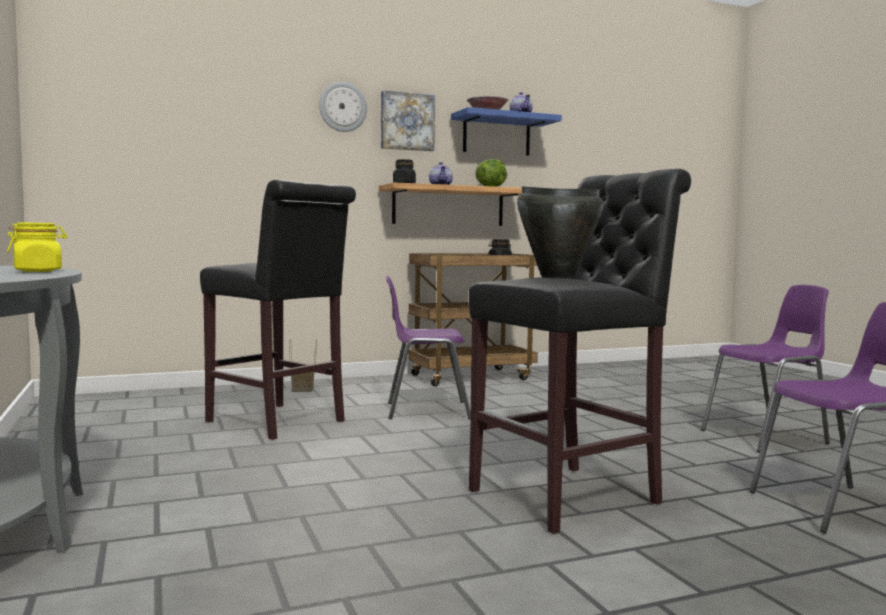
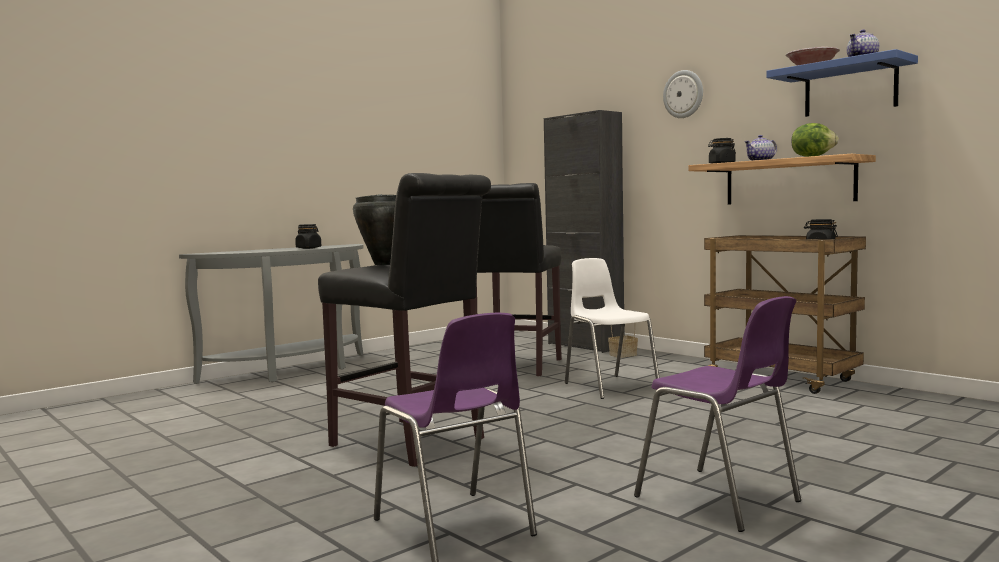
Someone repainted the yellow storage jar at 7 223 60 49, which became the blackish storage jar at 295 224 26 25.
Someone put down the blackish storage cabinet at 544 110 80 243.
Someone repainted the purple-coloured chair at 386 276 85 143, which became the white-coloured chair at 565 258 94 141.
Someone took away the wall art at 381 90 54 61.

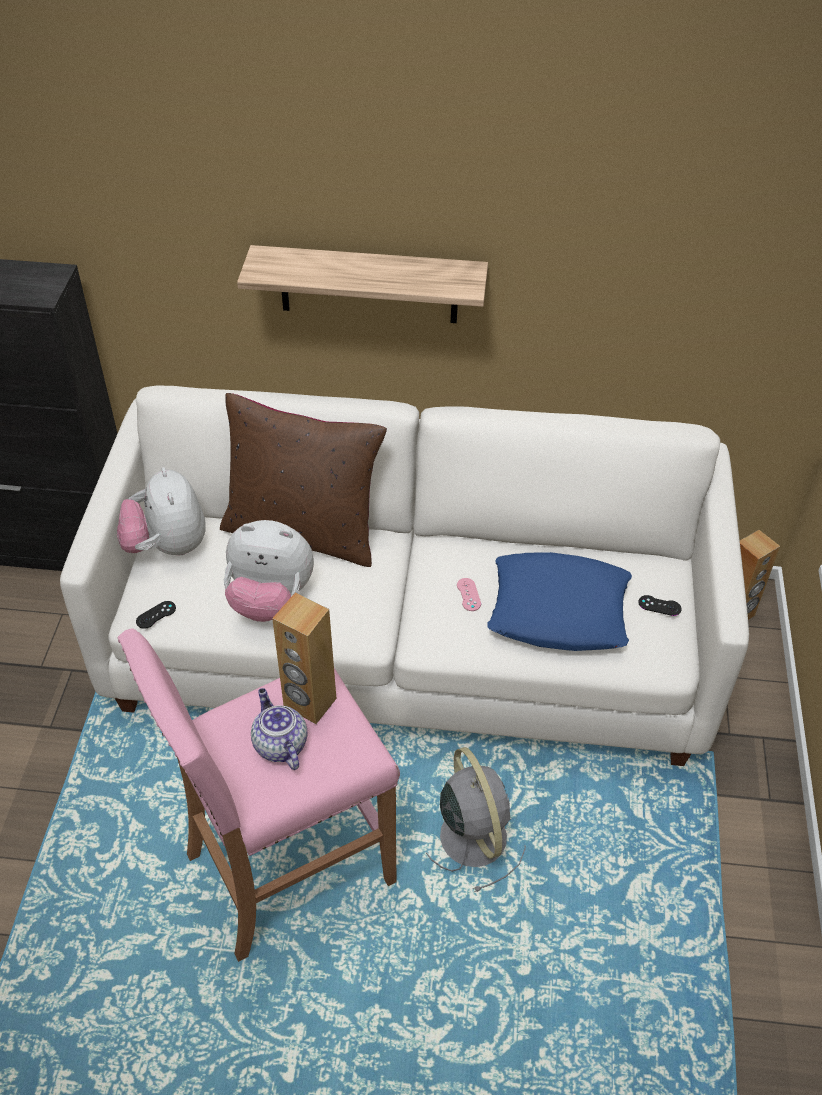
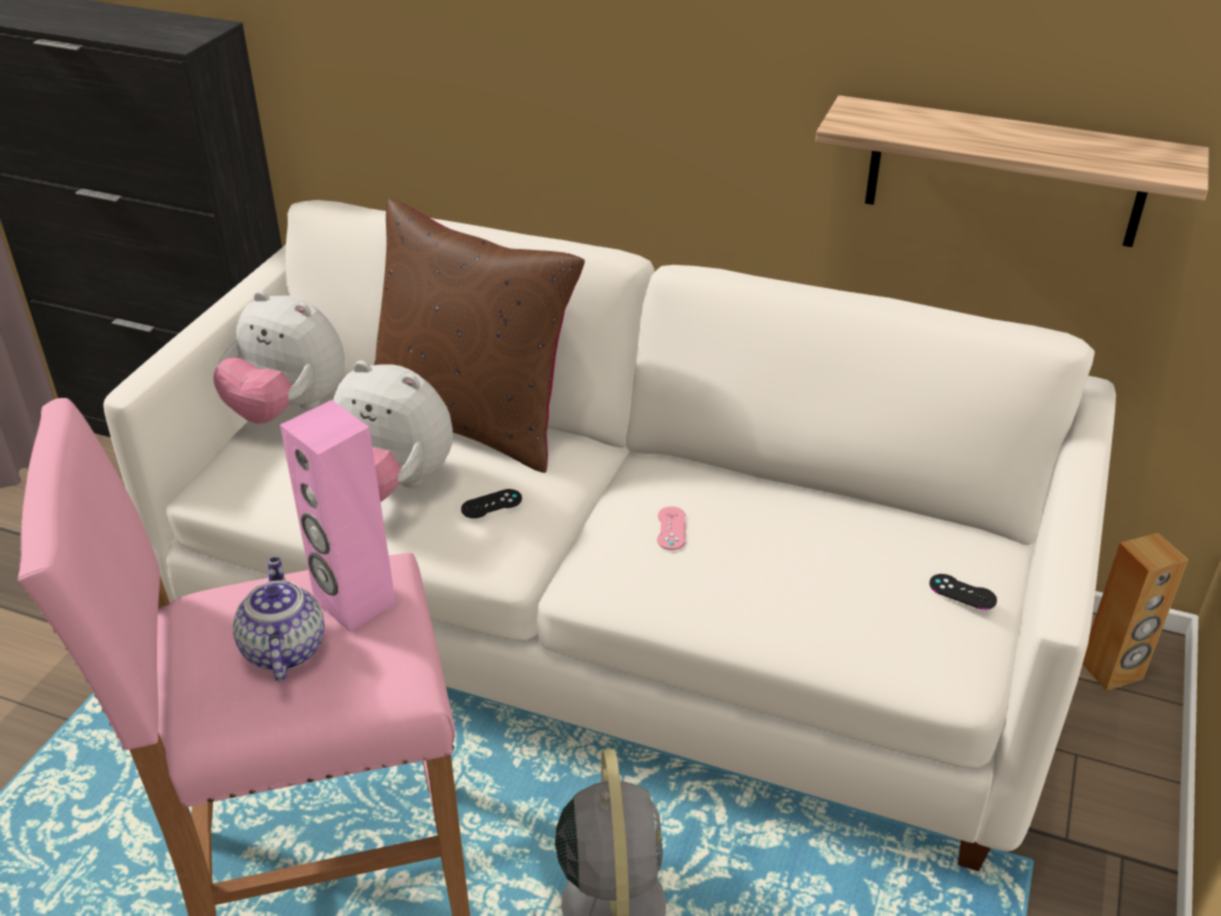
Someone rotated the cuddly toy at 117 467 89 88 by 60 degrees counterclockwise.
Someone repainted the brownish loudspeaker at 272 593 64 131, which became the pink loudspeaker at 280 400 116 232.
Someone carried the blackish gamepad from 136 601 40 28 to 461 489 61 29.
Someone carried the bracket shelf from 237 245 251 78 to 816 95 393 152.
Someone took away the bluish cushion at 487 552 145 99.

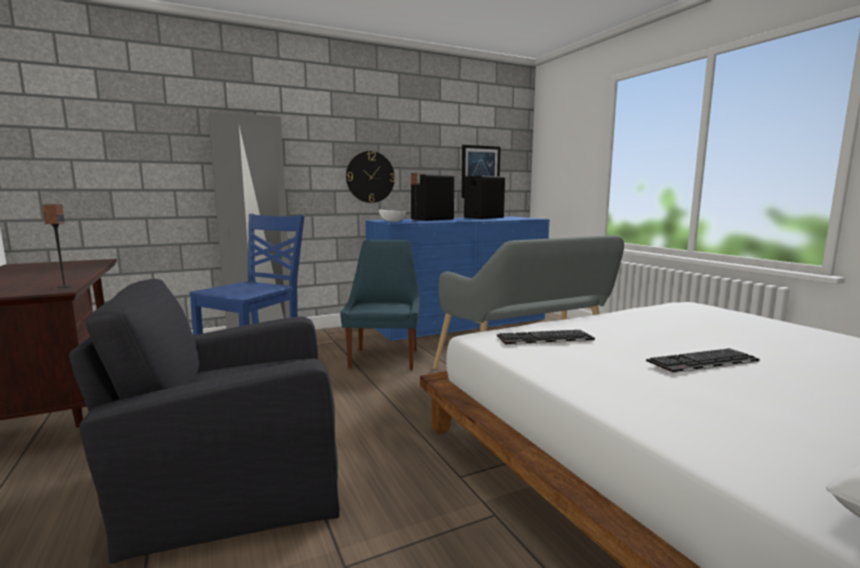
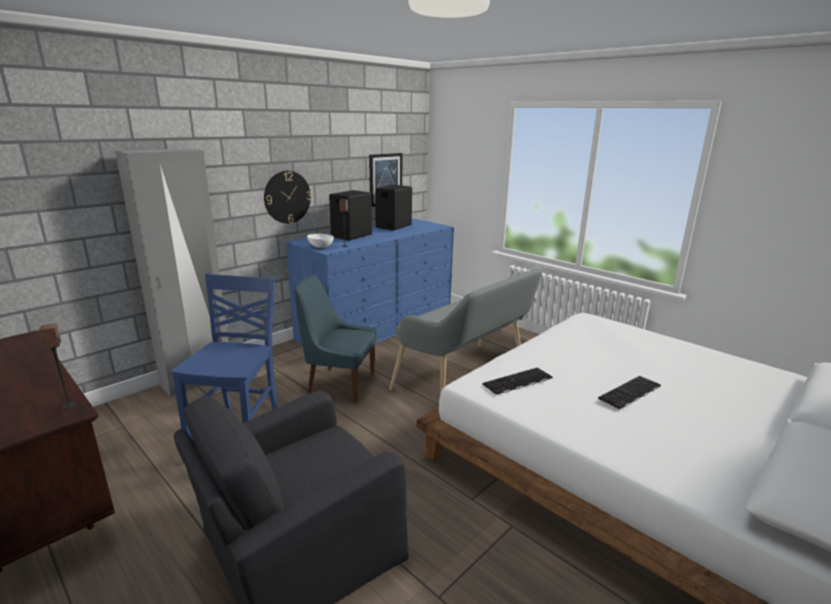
Someone rotated the bluish chair at 340 240 80 130 by 60 degrees counterclockwise.

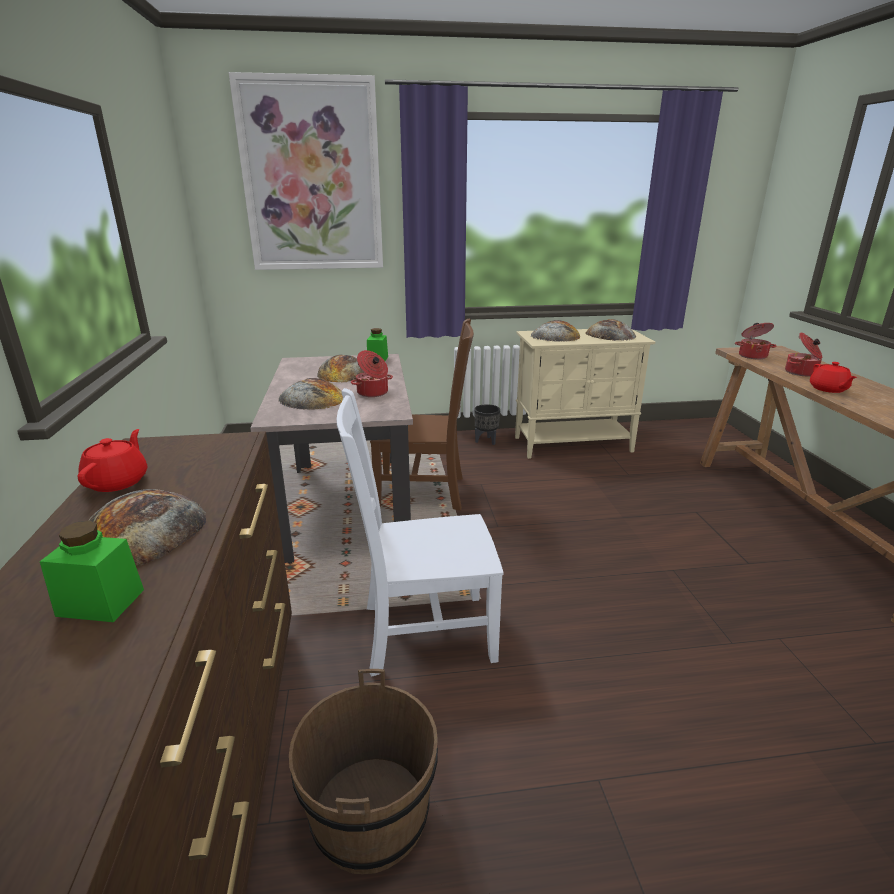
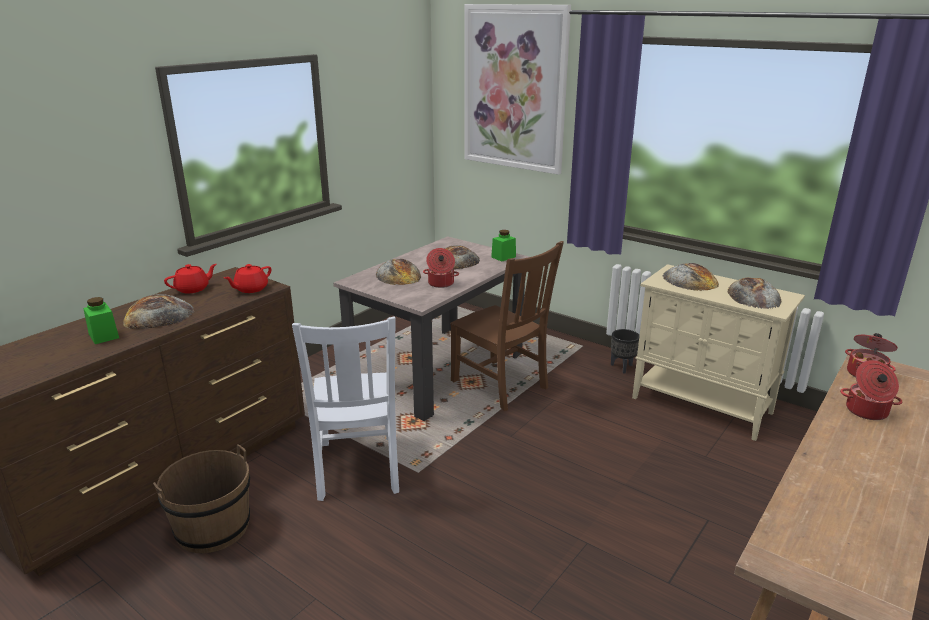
Someone carried the red teapot from 810 362 47 31 to 224 264 47 29.
Someone rotated the white-coloured chair at 336 388 167 289 by 135 degrees counterclockwise.

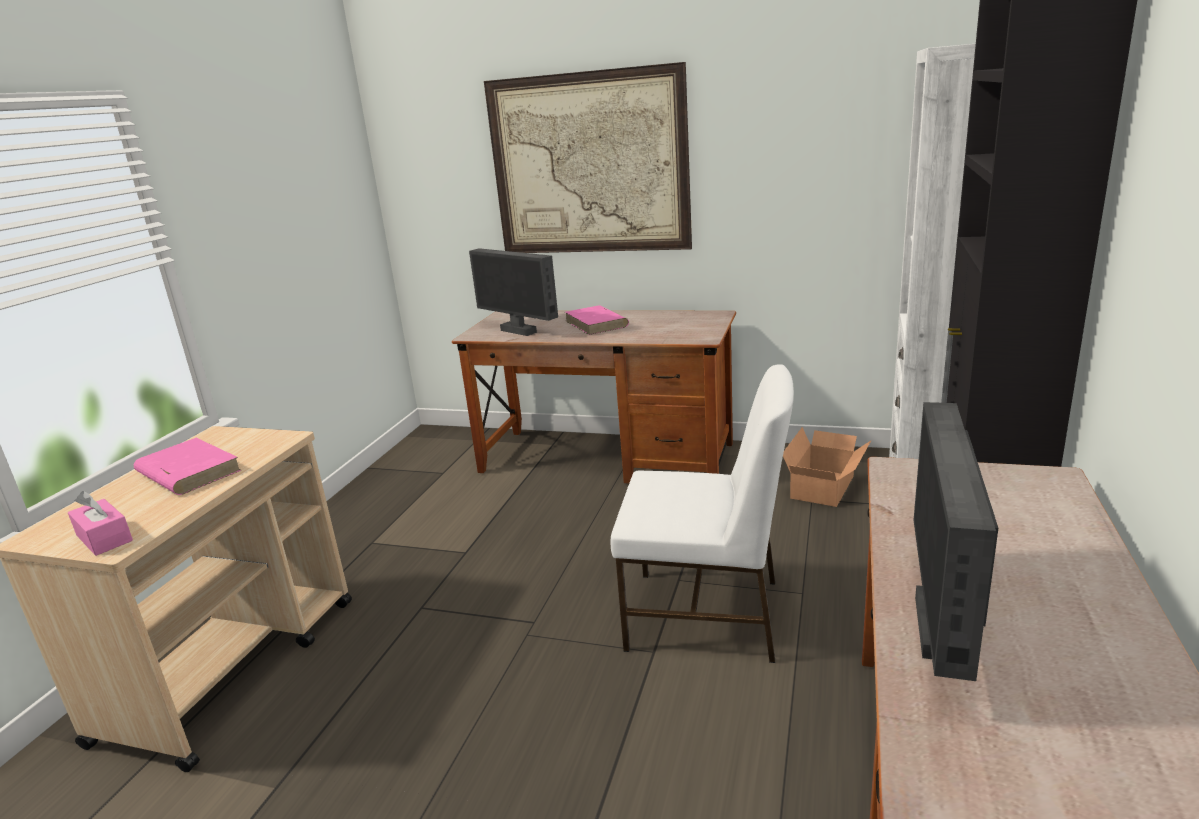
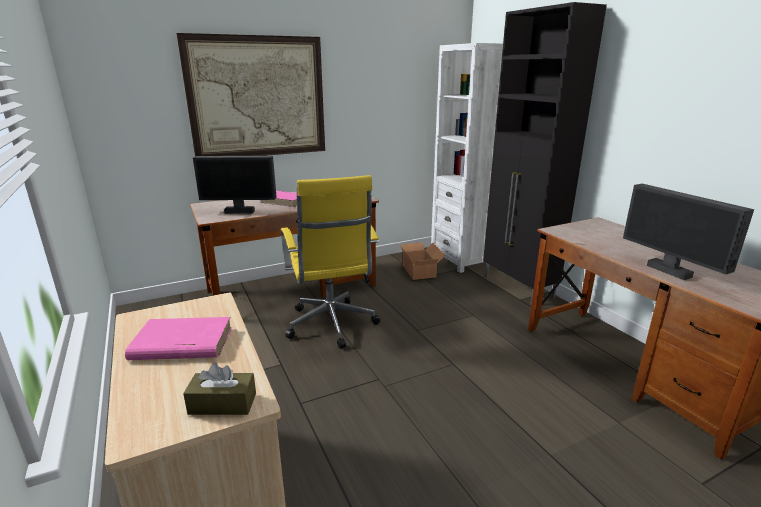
Someone repainted the pink tissue box at 68 491 65 65, which became the brownish tissue box at 183 363 73 52.
Someone put down the yellow computer chair at 281 175 99 174.
Someone took away the white-coloured chair at 611 364 183 299.

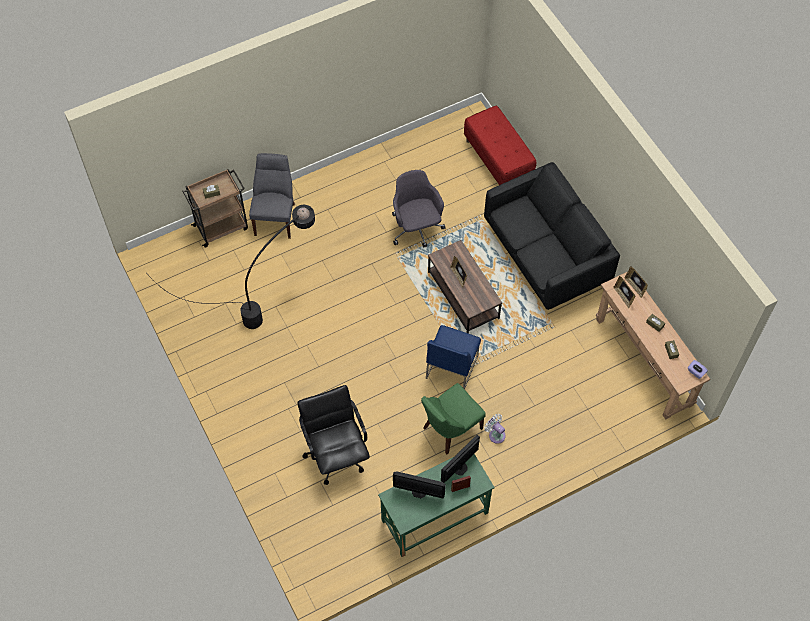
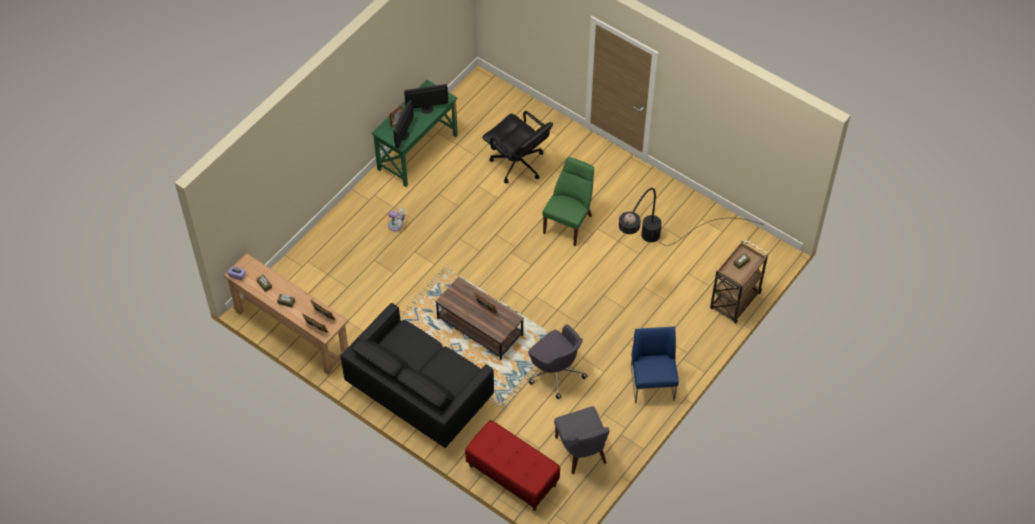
Someone carried the greenish chair from 421 383 65 71 to 542 157 52 89.
Someone carried the greyish chair from 249 153 46 86 to 554 406 55 68.
Someone carried the bluish chair from 426 325 55 64 to 631 327 48 76.

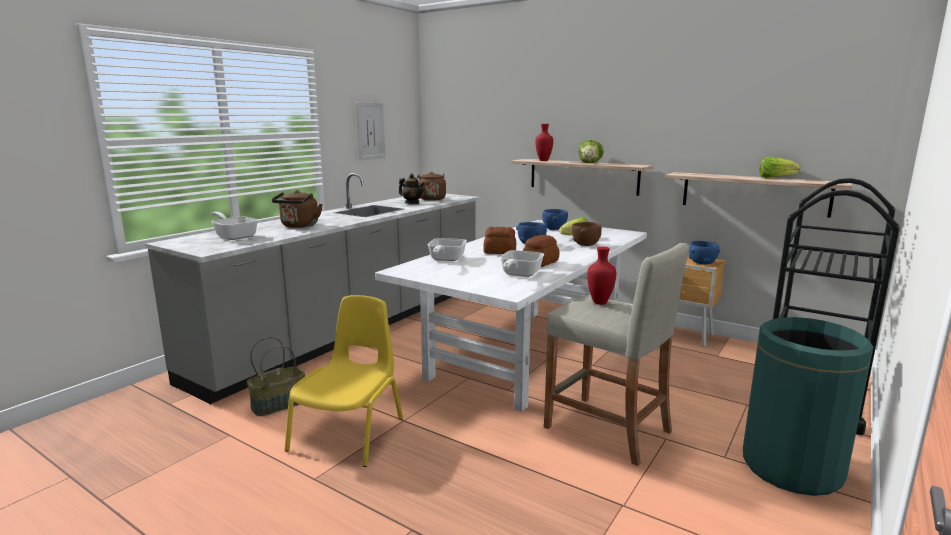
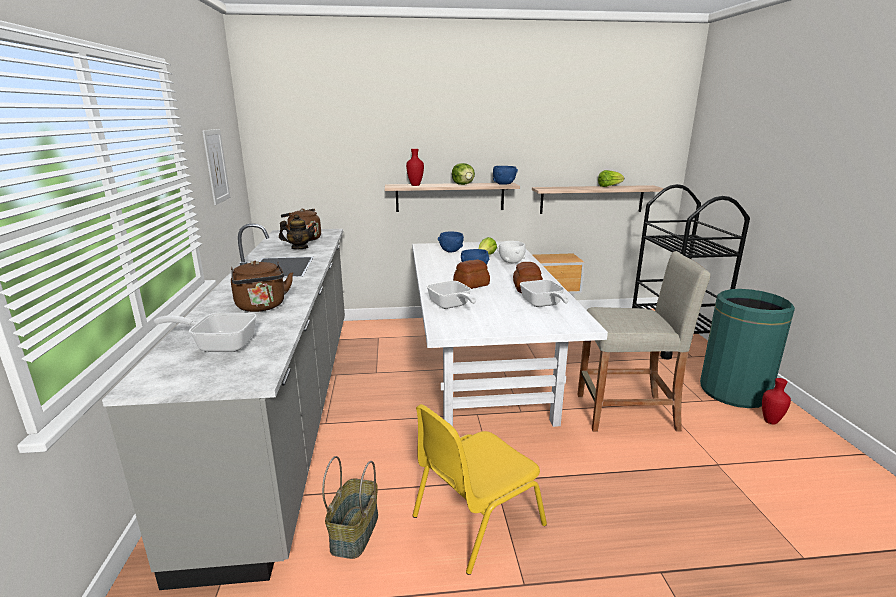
Someone rotated the yellow chair at 285 295 118 172 by 105 degrees counterclockwise.
Someone carried the bluish deep dish from 688 241 32 23 to 493 166 25 19.
Someone repainted the brownish deep dish at 572 222 30 24, which became the white-coloured deep dish at 497 241 29 22.
Someone carried the red flower vase from 587 246 29 59 to 762 378 29 47.

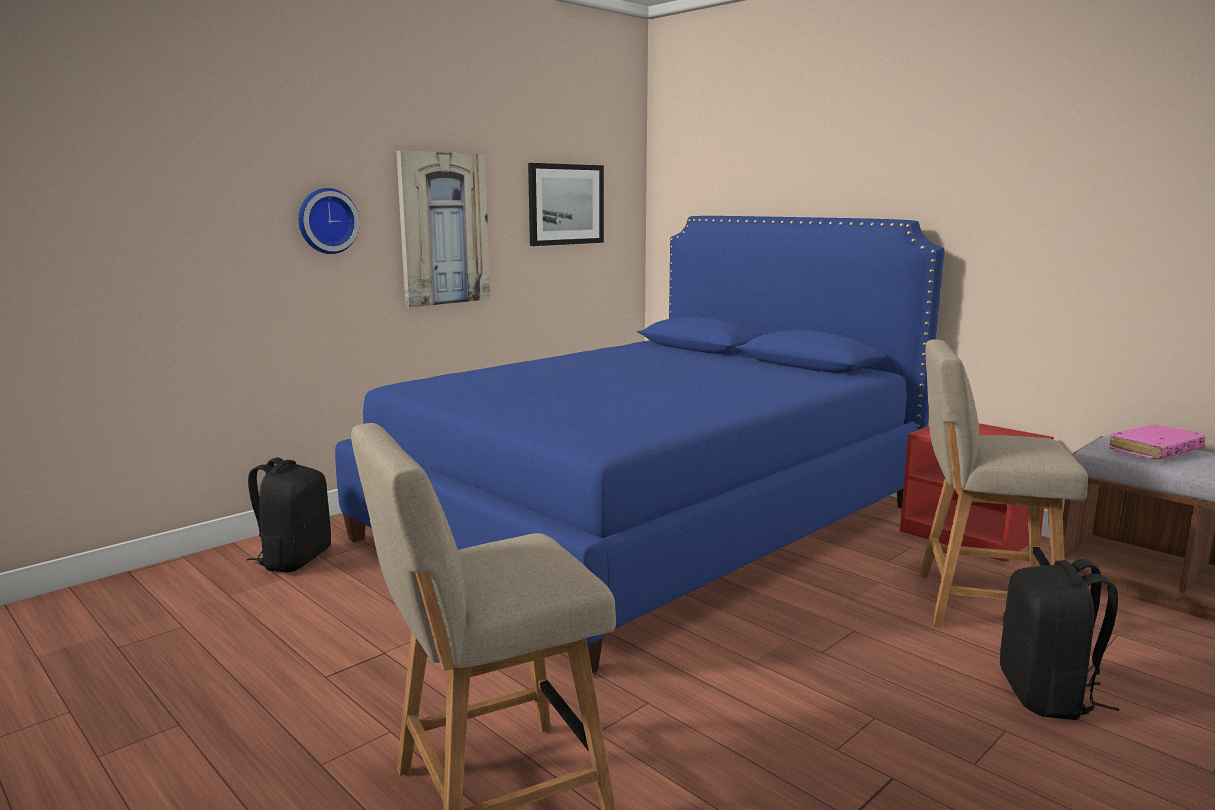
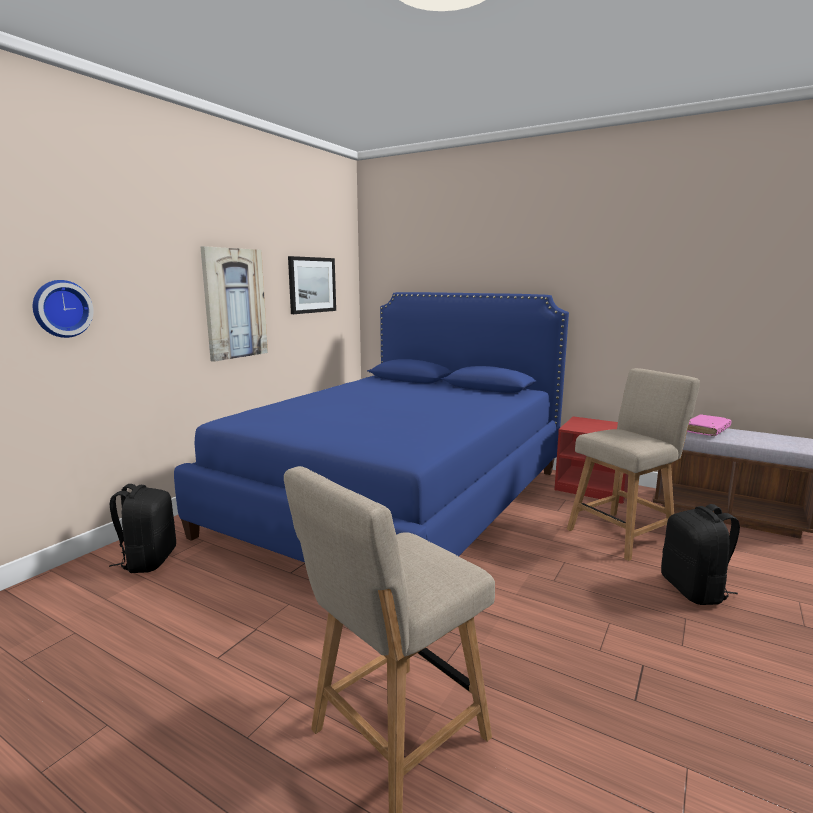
Someone carried the clock on the wall from 298 188 62 66 to 33 280 61 58.
Someone rotated the beige chair at 919 339 169 288 by 150 degrees clockwise.

